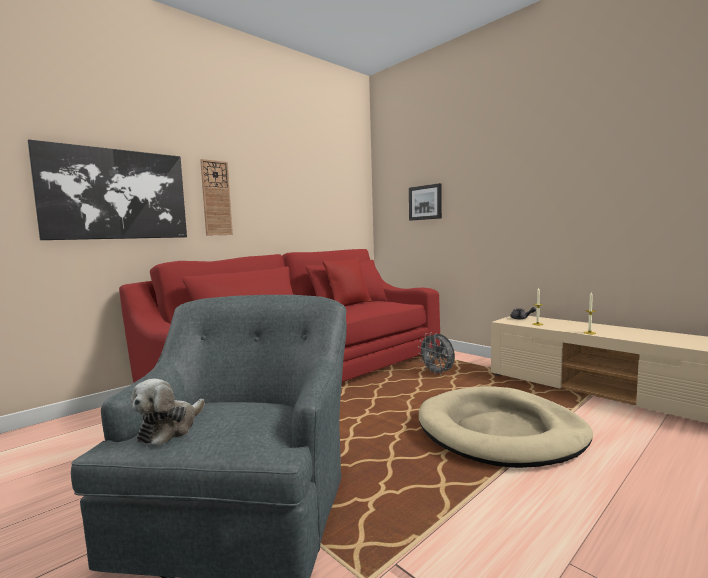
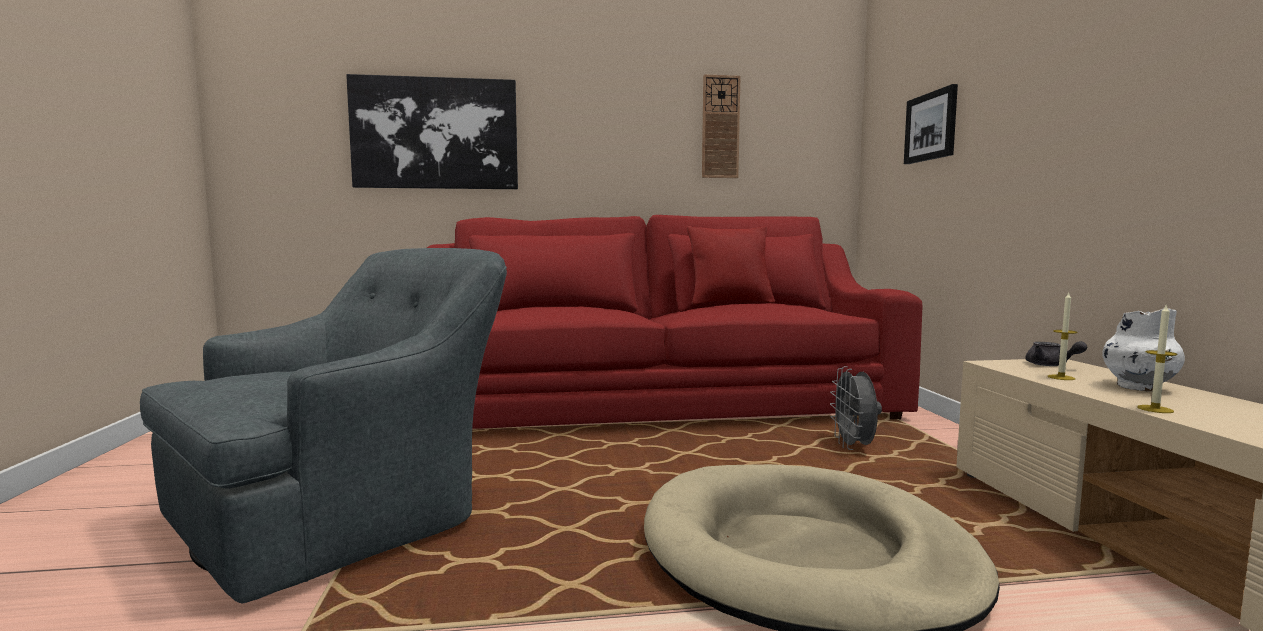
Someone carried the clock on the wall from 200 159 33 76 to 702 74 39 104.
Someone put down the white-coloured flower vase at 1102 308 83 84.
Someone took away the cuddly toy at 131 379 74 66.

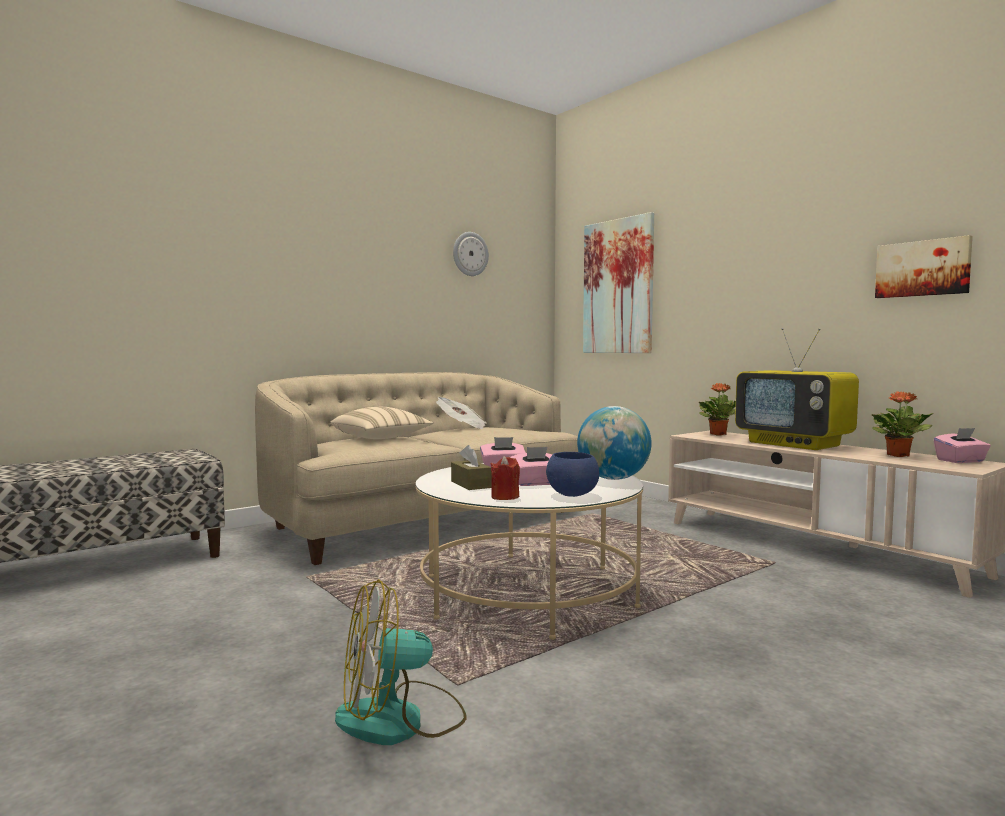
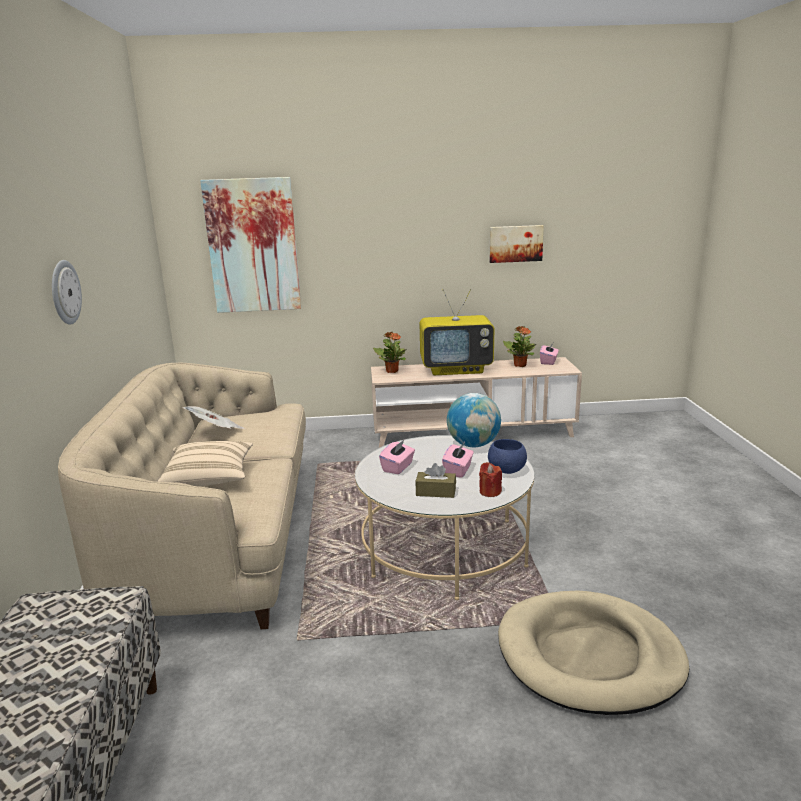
Someone carried the clock on the wall from 453 232 36 44 to 52 260 30 65.
Someone swapped the cooling fan at 335 579 131 166 for the beige pet bed at 498 591 191 124.

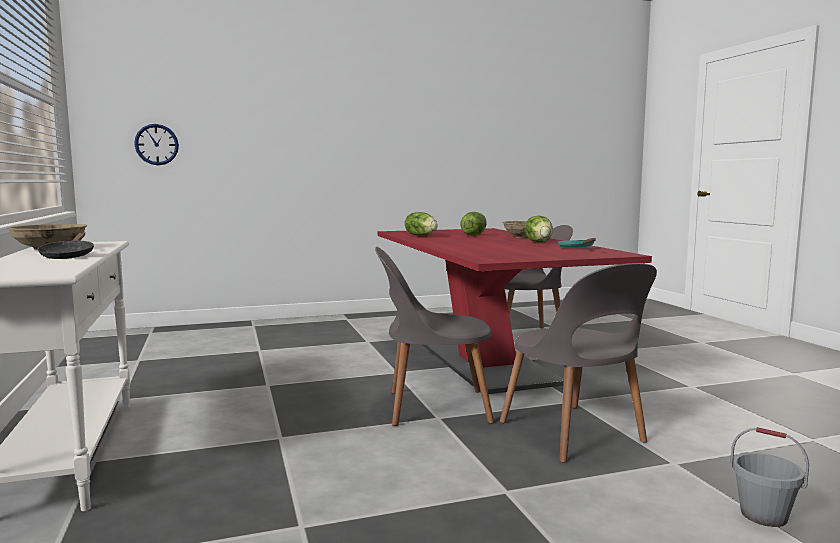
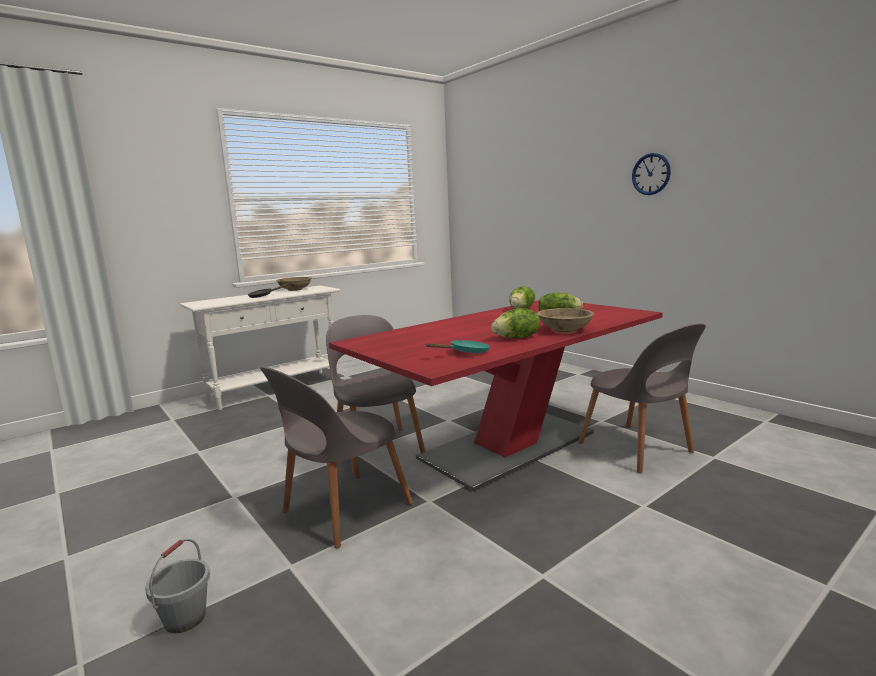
Someone carried the clock on the wall from 134 124 45 41 to 632 153 39 42.

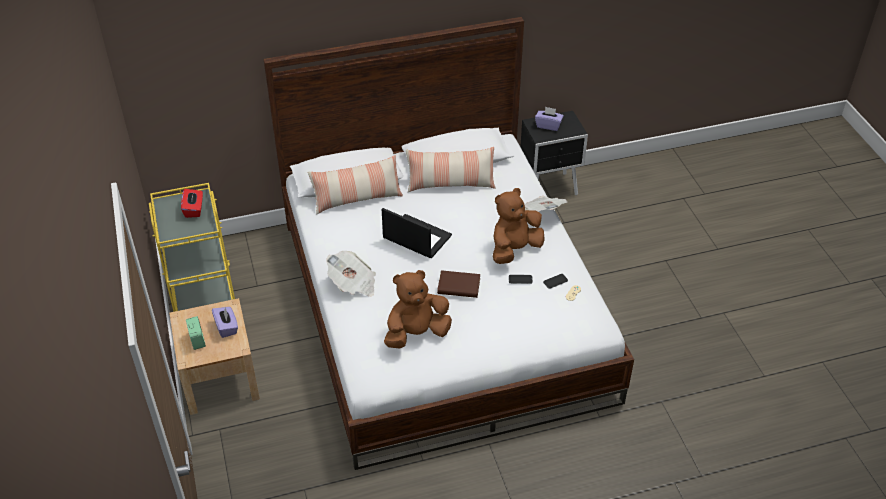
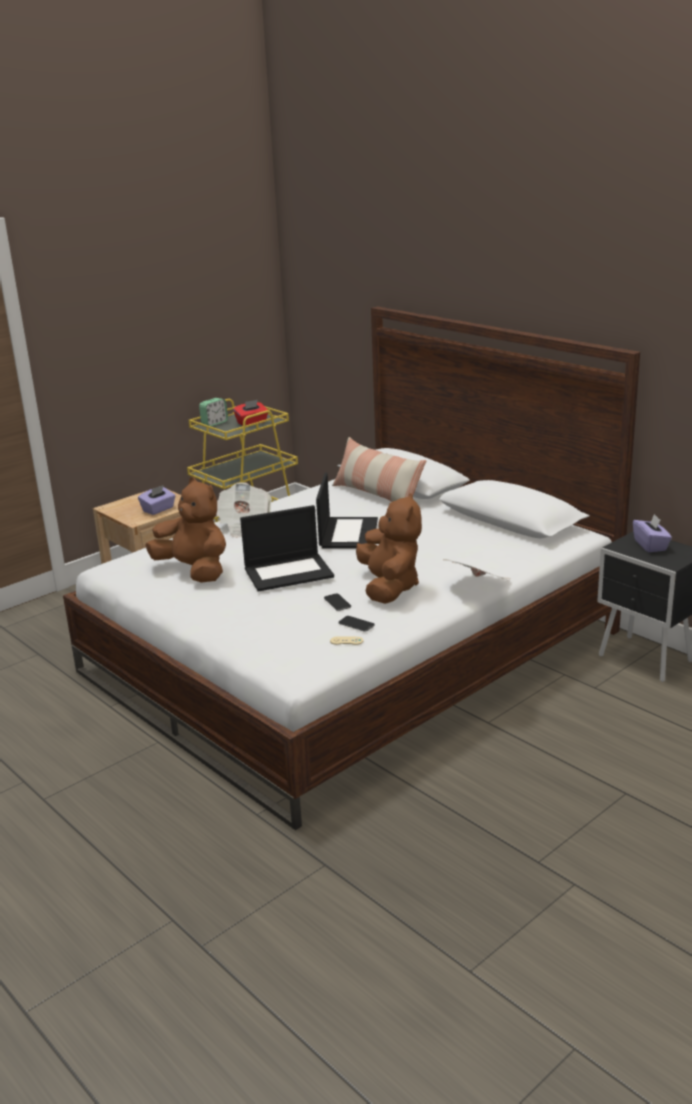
Someone carried the bedside clock from 186 316 20 34 to 199 398 29 28.
Someone swapped the brownish book at 437 270 43 28 for the laptop at 240 505 94 87.
Someone rotated the brownish cuddly toy at 493 188 52 76 by 60 degrees clockwise.
Someone took away the cushion at 406 147 89 45.

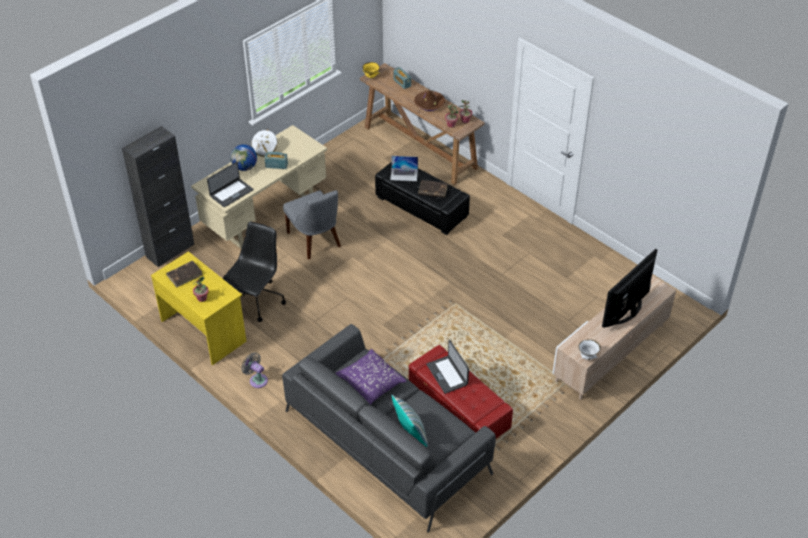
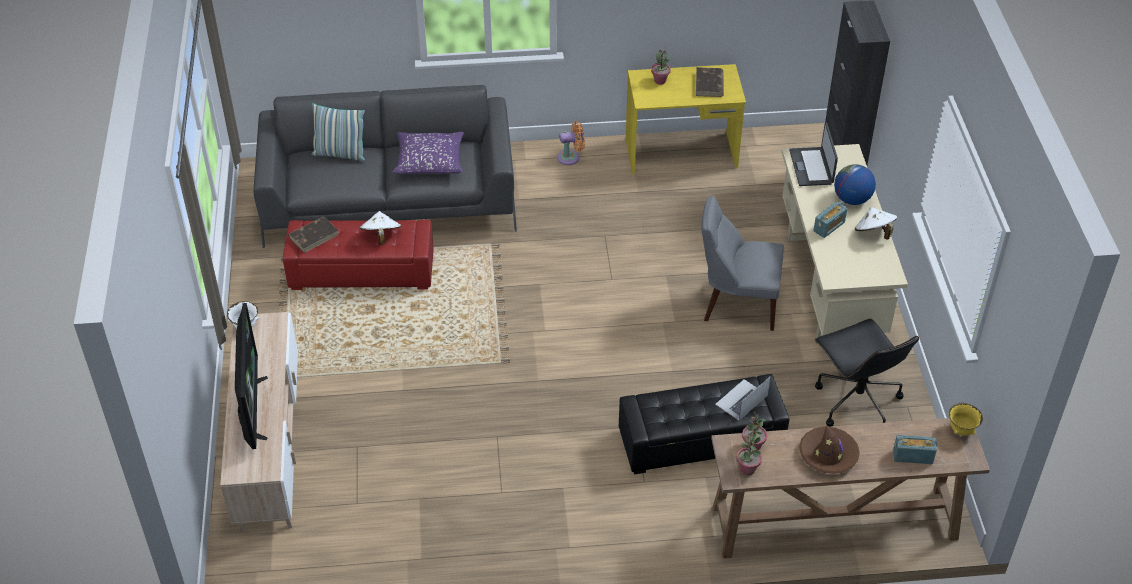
Someone carried the brownish book from 418 180 30 18 to 288 216 51 37.
Someone swapped the laptop at 426 340 43 54 for the white-coloured wearable hat at 360 211 41 34.
Someone repainted the greyish cooling fan at 241 353 27 35, which became the orange-coloured cooling fan at 557 121 28 44.
Someone carried the blackish computer chair from 222 221 64 101 to 815 319 104 108.

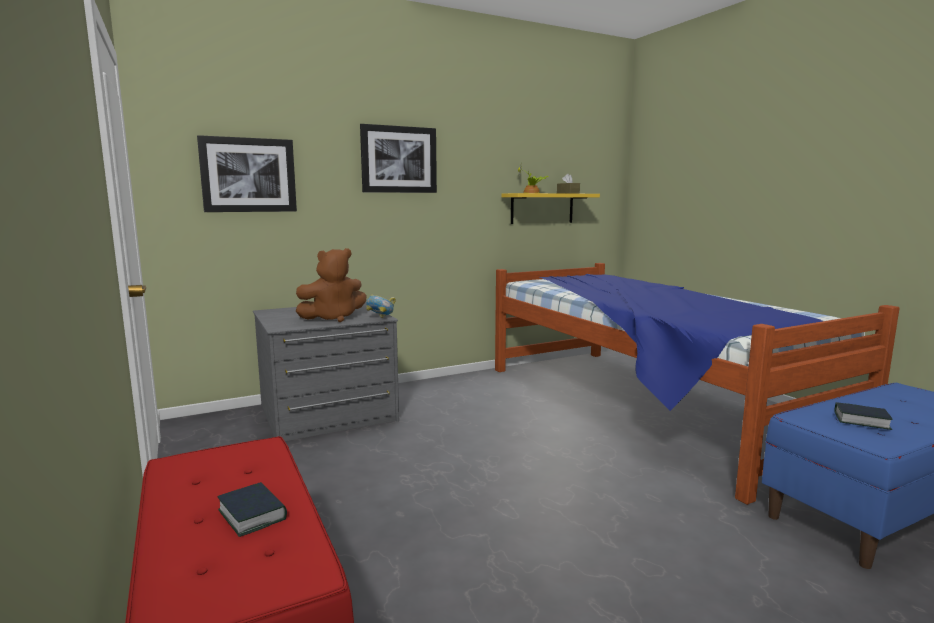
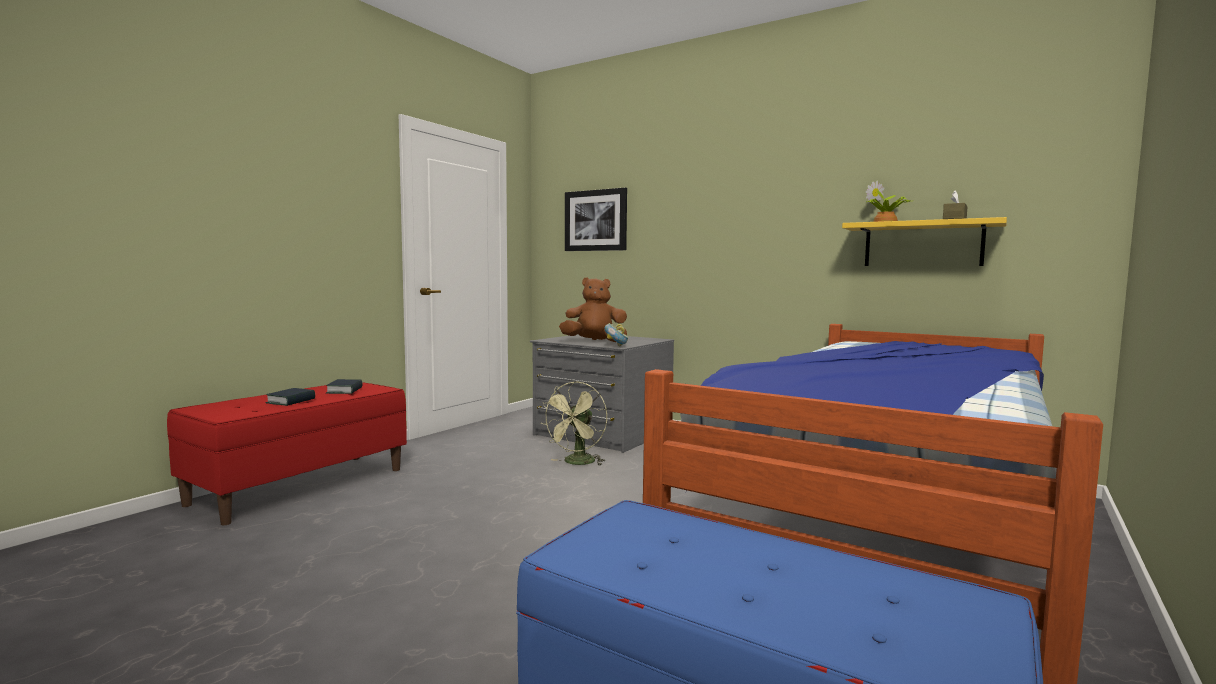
Someone carried the book from 834 402 59 28 to 326 379 37 15.
Someone put down the greenish cooling fan at 541 382 66 83.
Someone rotated the brownish cuddly toy at 296 248 71 74 by 150 degrees clockwise.
Someone took away the wall art at 360 124 77 69.

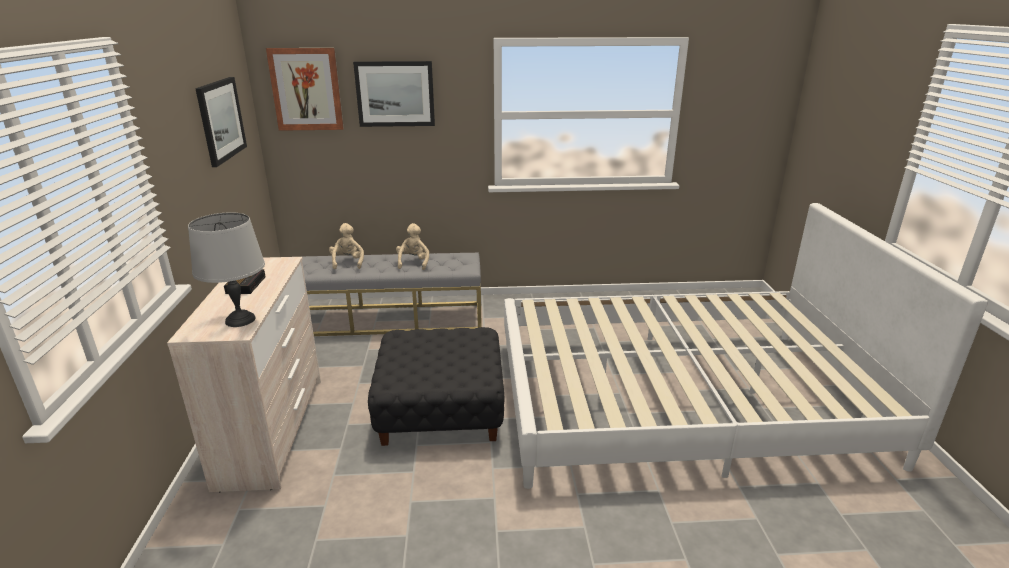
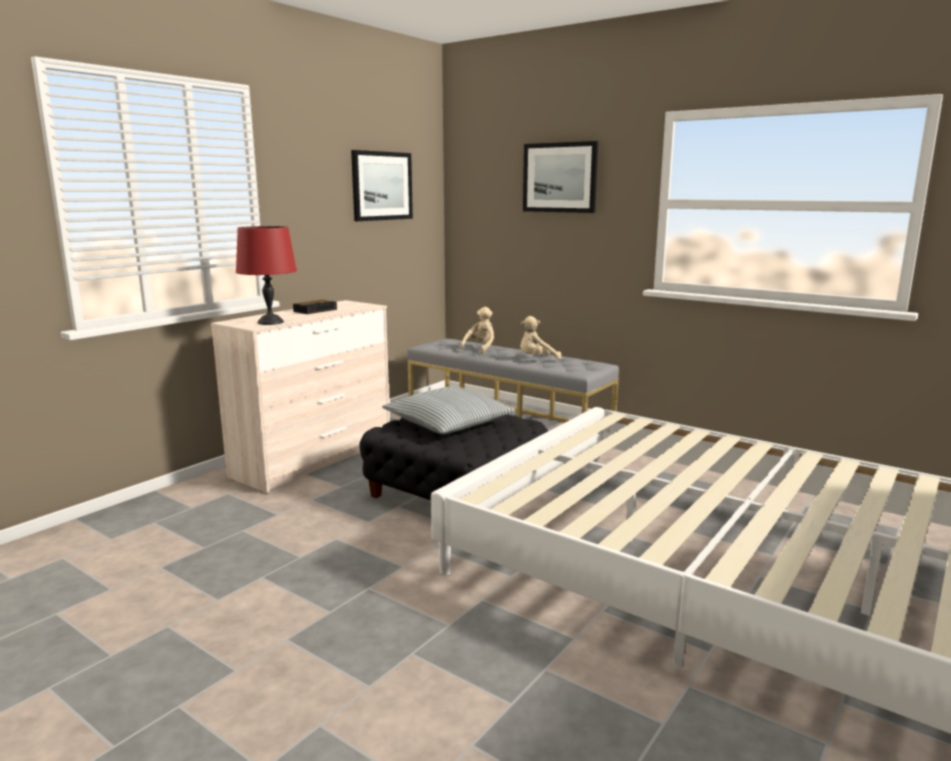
Someone repainted the greyish table lamp at 188 212 77 115, which became the red table lamp at 236 226 61 99.
Someone put down the cushion at 382 386 133 48.
Someone rotated the beige cuddly toy at 396 223 33 47 by 150 degrees counterclockwise.
Someone took away the wall art at 266 48 78 83.

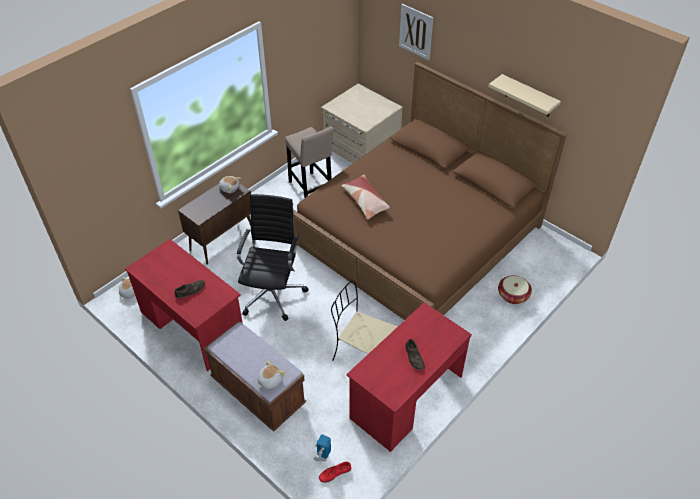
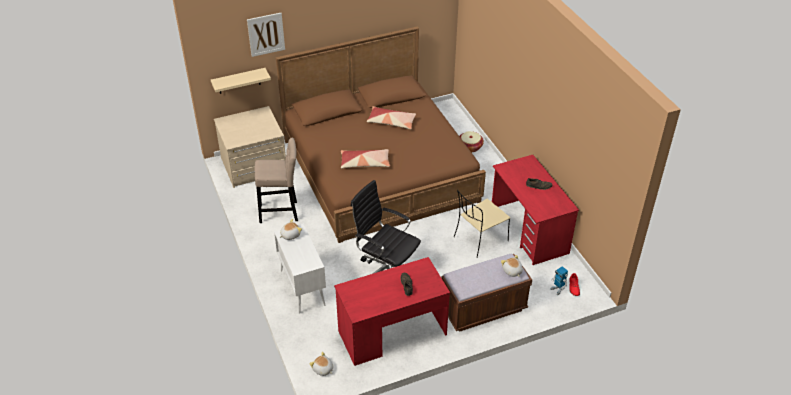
Someone carried the beige bracket shelf from 489 74 72 43 to 211 68 60 26.
Someone repainted the brownish storage cabinet at 178 184 73 81, which became the white-coloured storage cabinet at 274 224 52 90.
Someone put down the cushion at 367 106 49 23.

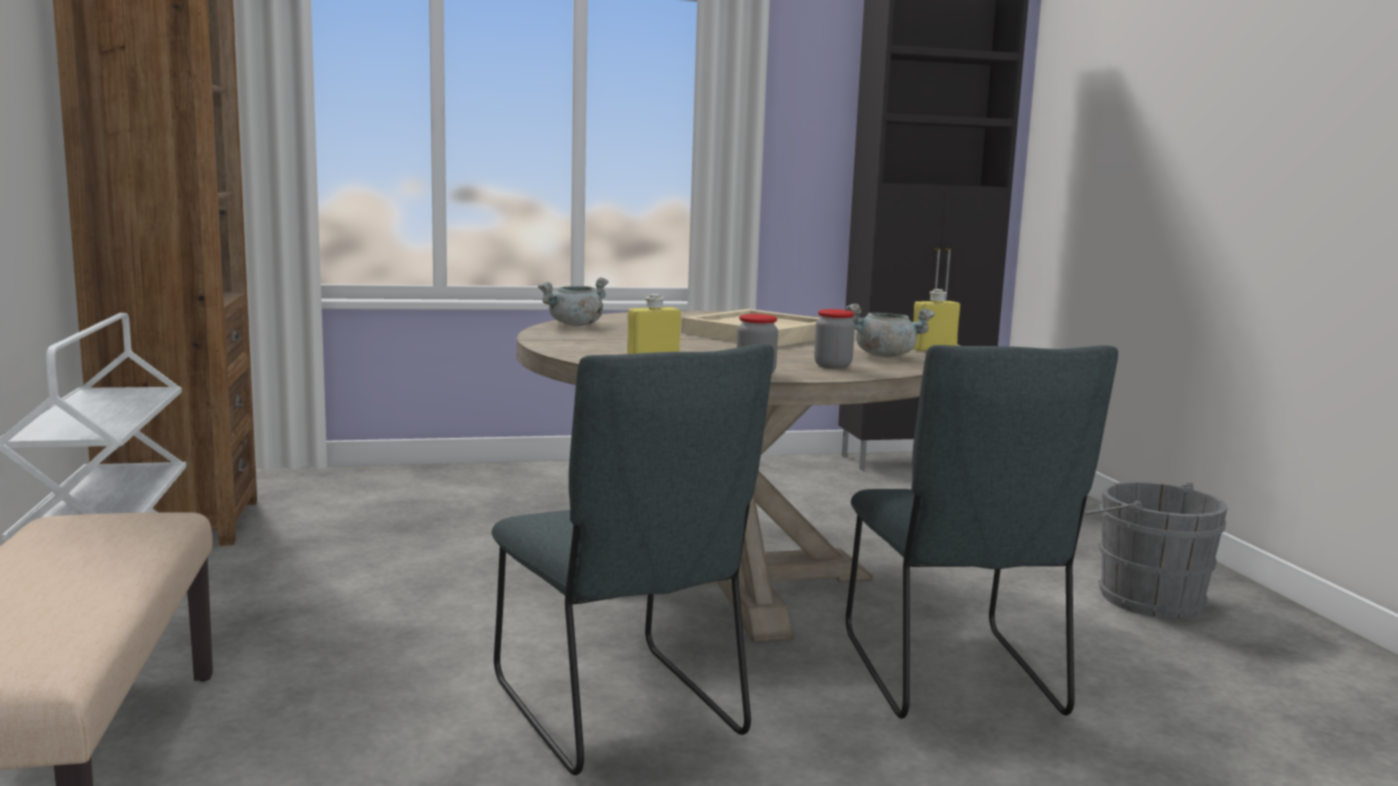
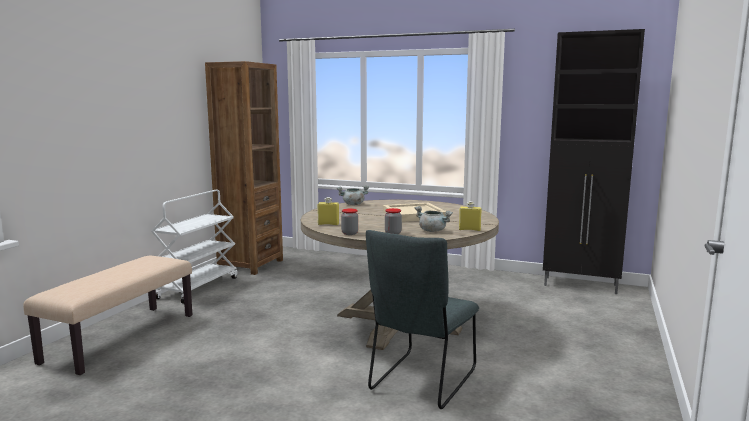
Someone took away the greyish chair at 491 344 283 431.
Someone took away the greyish water bucket at 1085 482 143 136.

